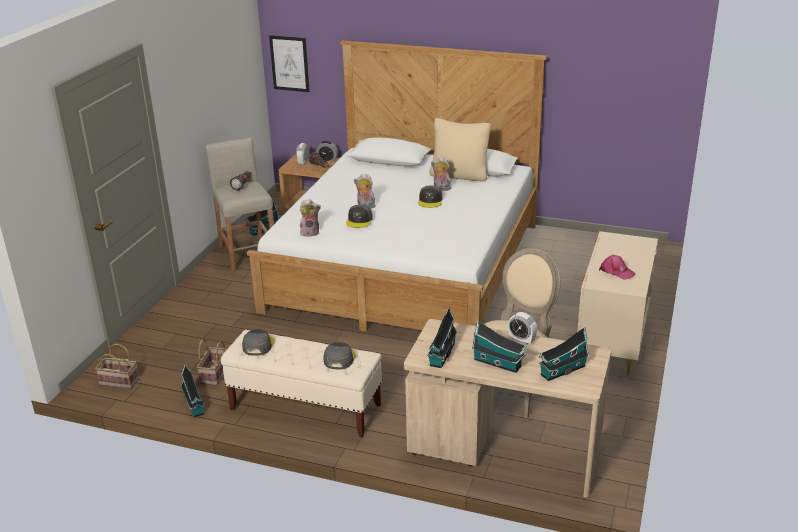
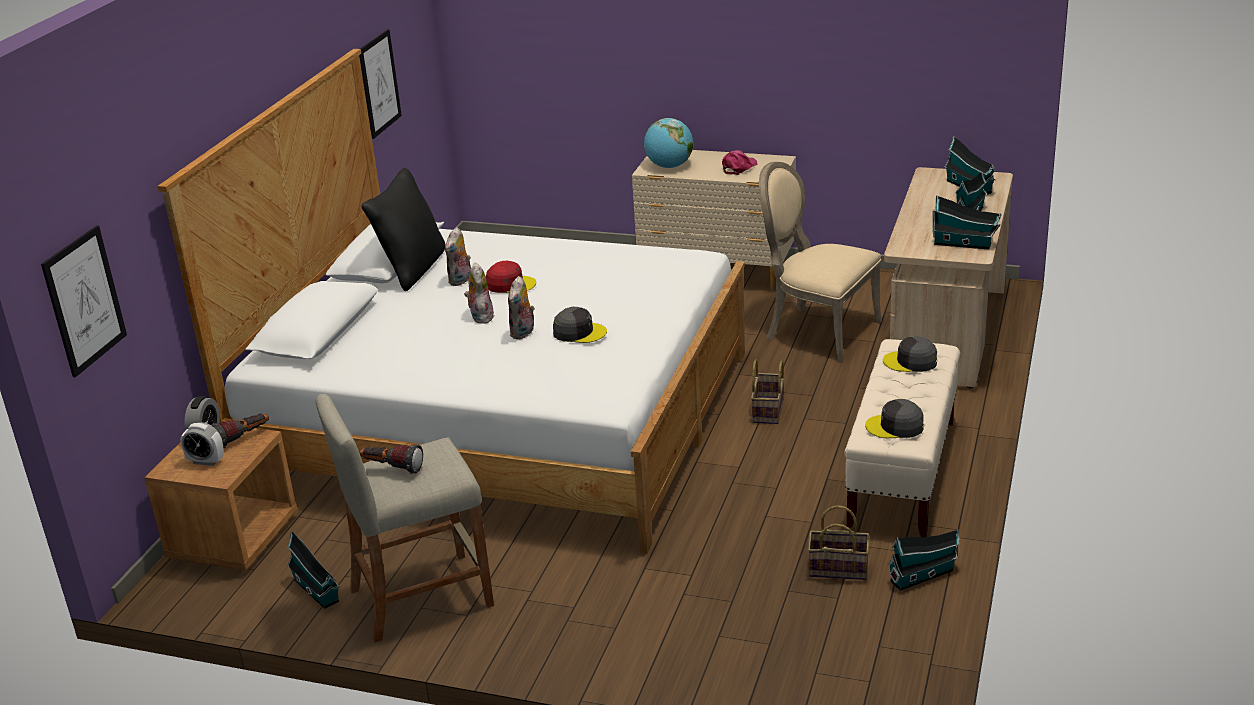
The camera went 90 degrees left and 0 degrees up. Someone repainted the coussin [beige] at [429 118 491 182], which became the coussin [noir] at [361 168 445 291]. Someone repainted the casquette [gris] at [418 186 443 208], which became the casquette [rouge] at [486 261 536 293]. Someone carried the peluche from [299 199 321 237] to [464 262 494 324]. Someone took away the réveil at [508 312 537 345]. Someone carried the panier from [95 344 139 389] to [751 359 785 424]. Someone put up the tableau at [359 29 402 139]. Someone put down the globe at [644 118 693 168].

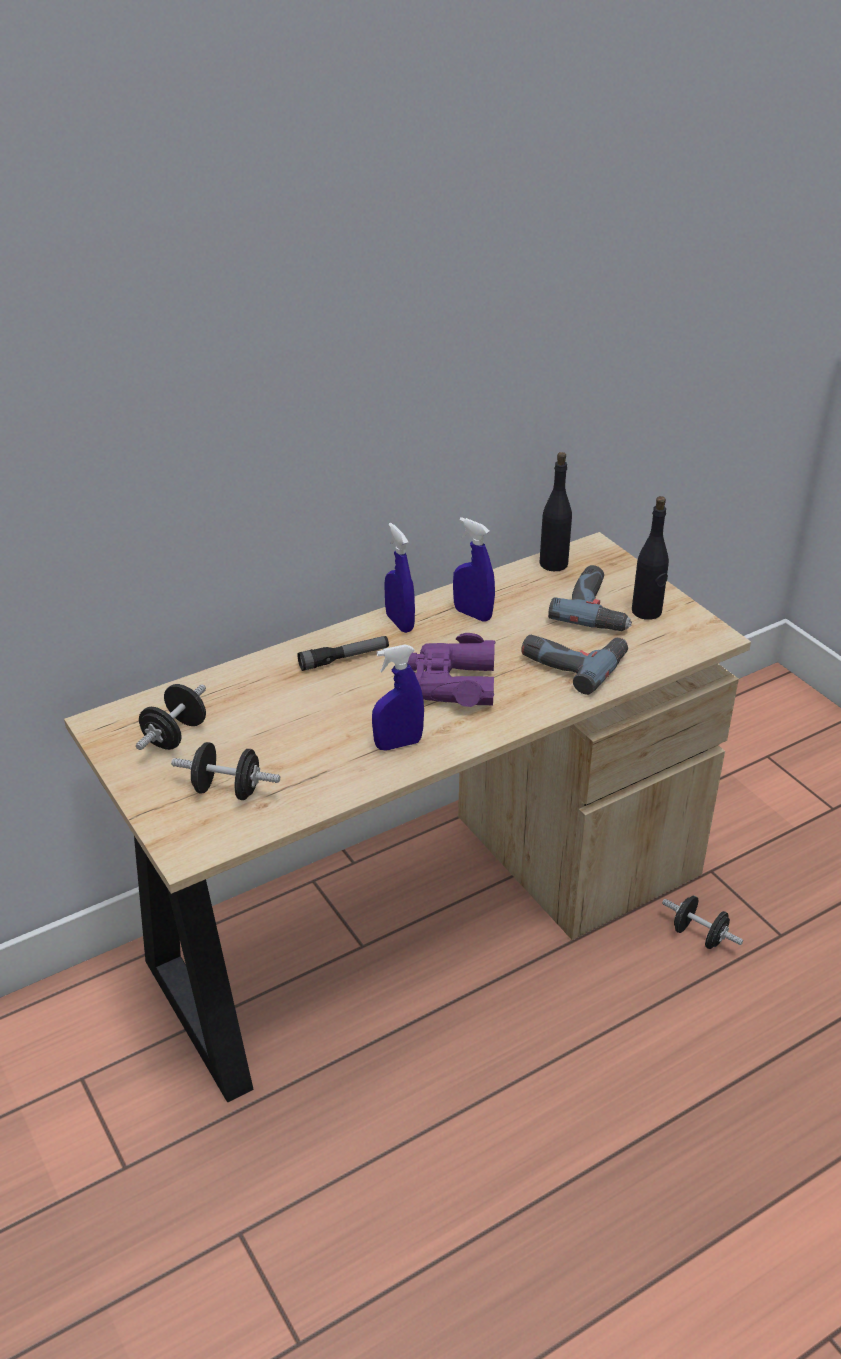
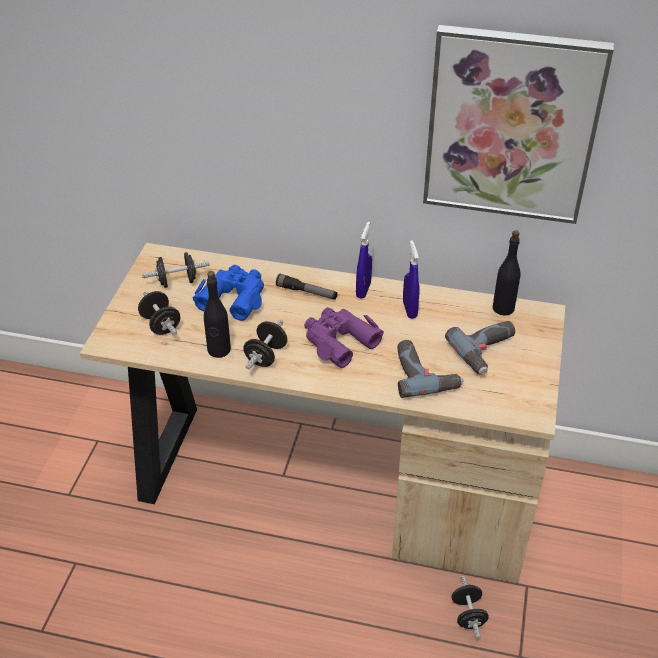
The camera went 45 degrees right and 5 degrees up. Someone carried the bouteille [noir] from [632 496 669 620] to [204 271 231 358]. Someone swapped the vaporisateur [bleu] at [372 644 424 751] for the haltère [noir] at [243 319 287 369]. Someone put up the tableau at [423 25 614 224]. Someone put down the jumelles [bleu] at [193 265 264 321].

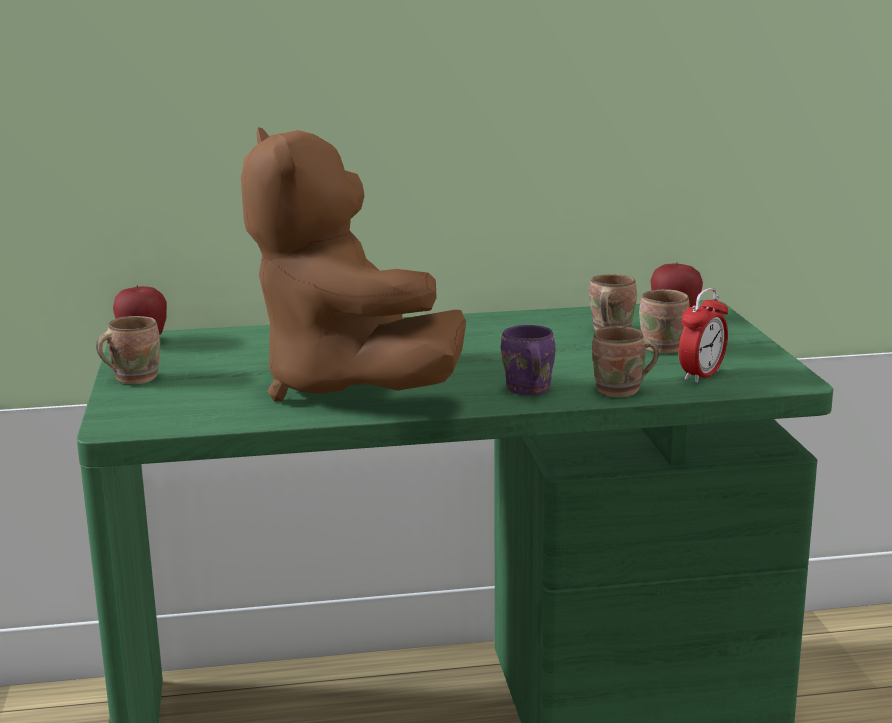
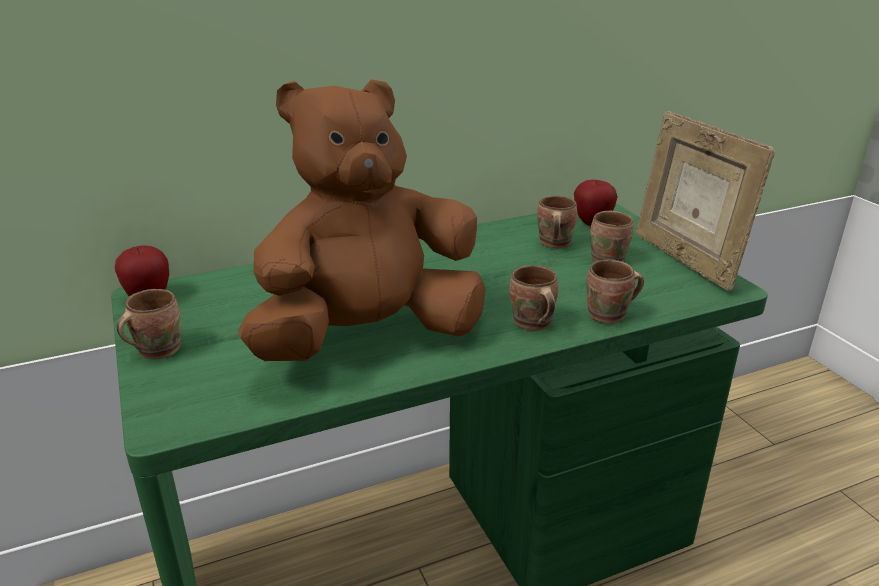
The camera went 15 degrees left and 10 degrees up. Someone rotated the peluche [marron] at [241 127 466 402] by 105 degrees clockwise. Someone took away the réveil at [679 288 728 383]. Someone repainted the mug [violet] at [501 325 555 395], which became the mug [marron] at [510 265 558 331]. Someone put down the cadre photo at [636 111 775 290].

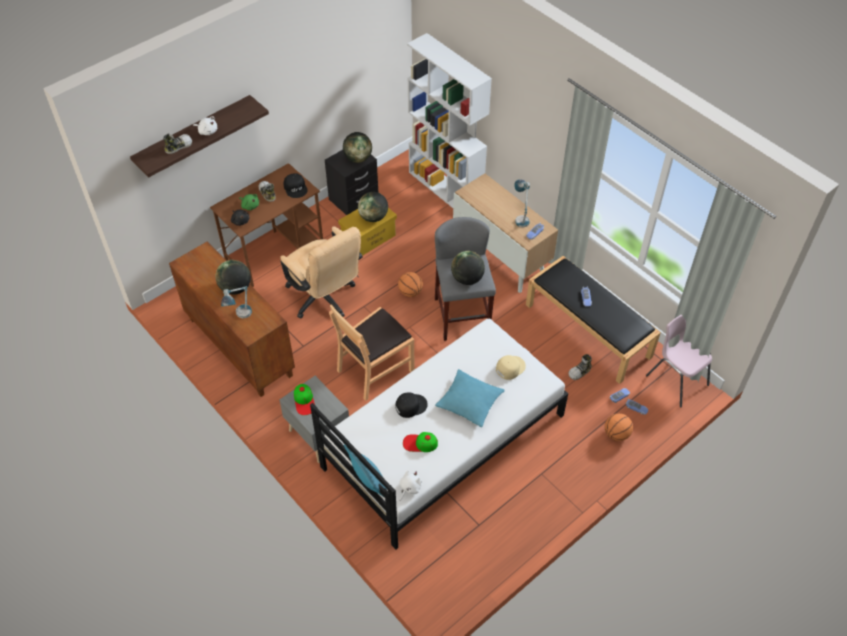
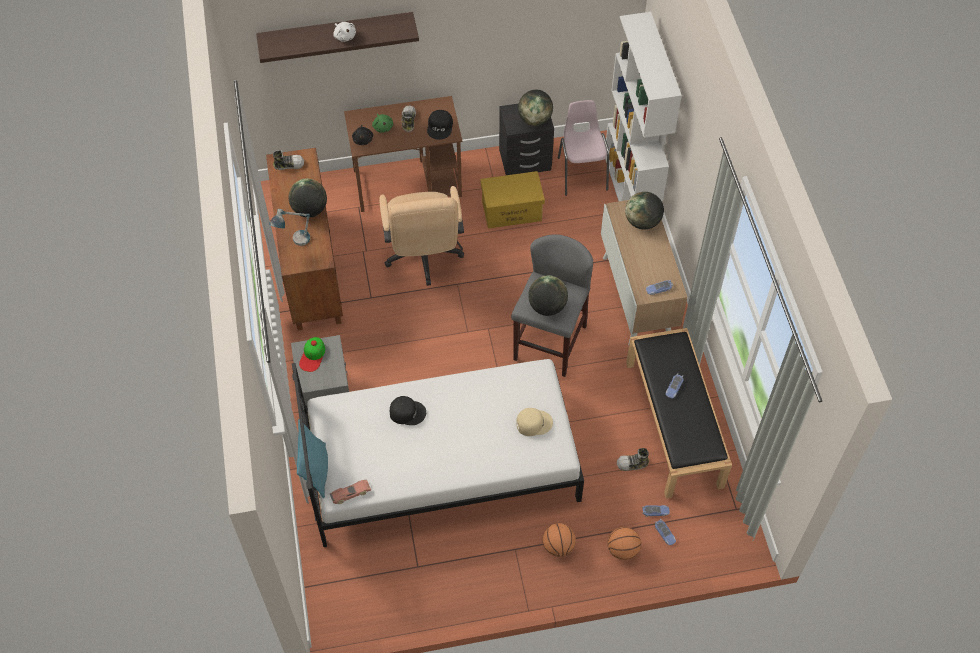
The camera went 30 degrees right and 5 degrees up. Someone carried the chaussure from [163 133 192 154] to [273 150 304 170]. Someone took away the lampe de table at [514 179 530 227]. Someone carried the globe from [358 192 388 222] to [625 192 664 229]. Someone carried the ballon de basket from [398 272 423 297] to [542 523 576 557]. Someone took away the chaise [marron] at [329 304 415 401]. Someone carried the chaise [rose] from [646 315 712 407] to [558 100 610 196]. Someone took away the coussin [turquoise] at [435 369 505 427]. Someone took away the casquette at [403 432 438 452]. Someone swapped the peluche [blanc] at [400 470 422 501] for the petite voiture at [330 480 371 504].

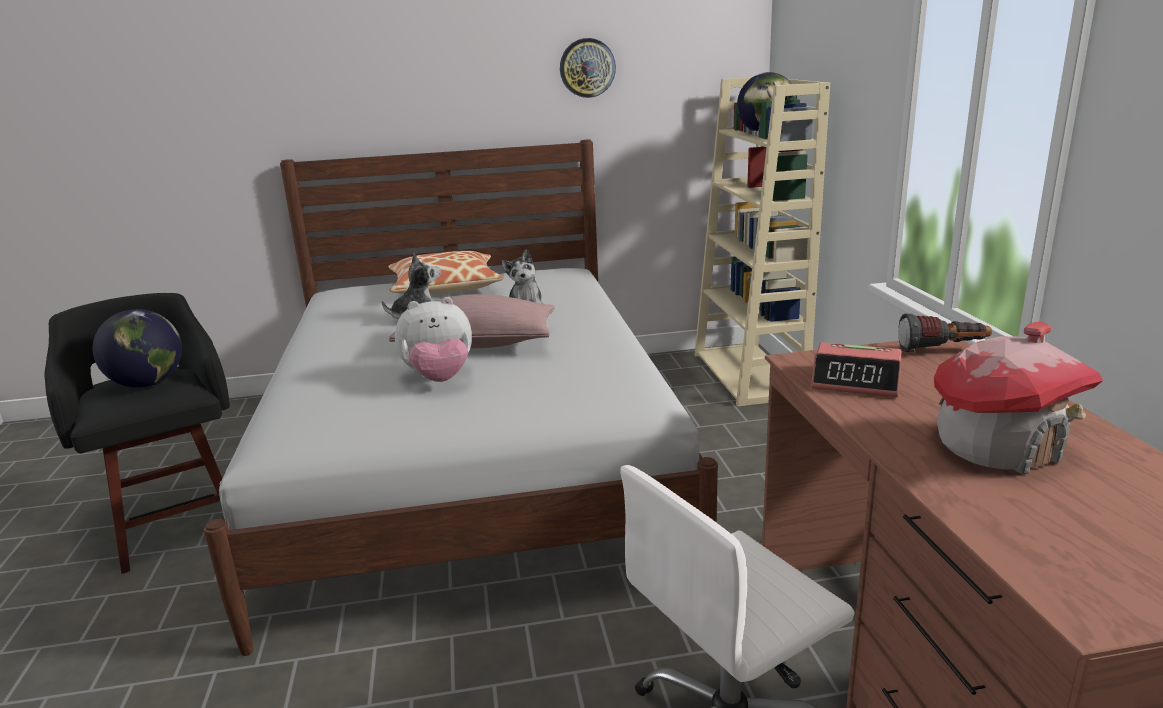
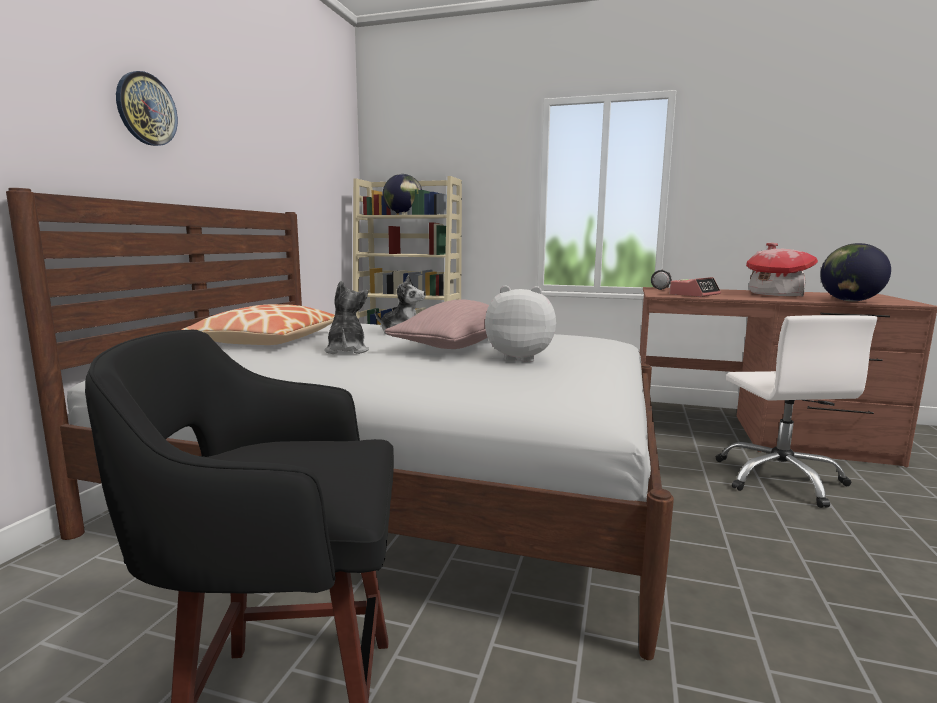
The camera went 65 degrees left and 10 degrees down. Someone carried the horloge murale from [560 38 616 98] to [116 71 178 146]. Someone rotated the peluche at [395 297 472 382] by 90 degrees counterclockwise. Someone carried the globe from [93 309 182 388] to [820 243 891 301].

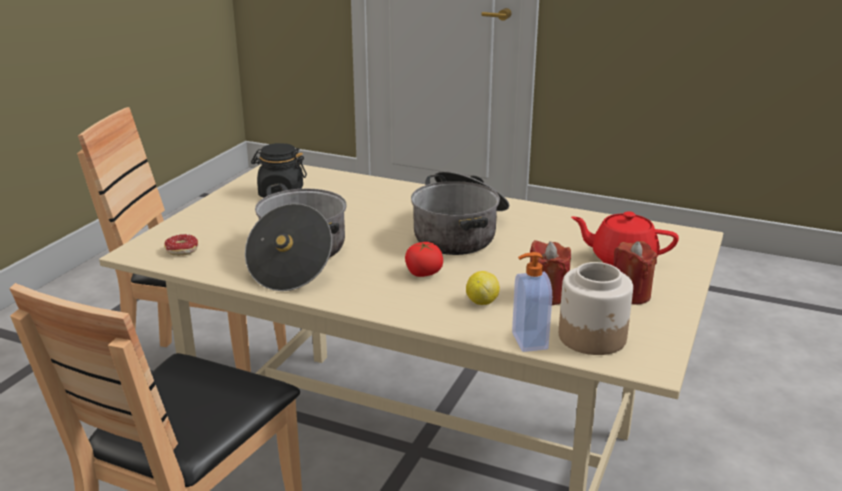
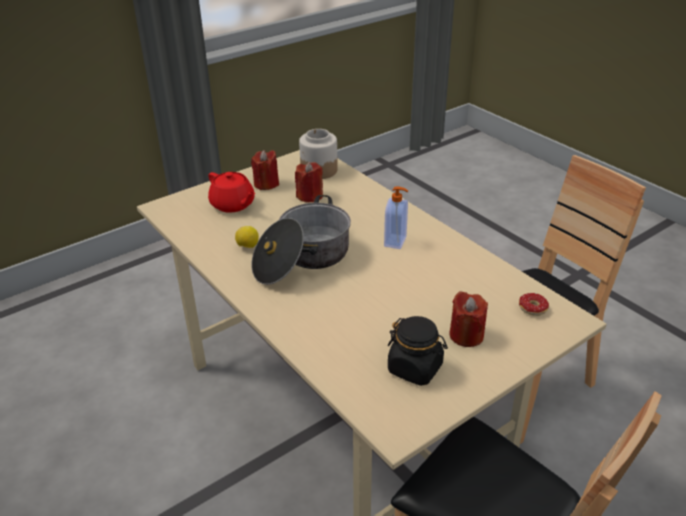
The camera went 150 degrees left and 10 degrees up. Someone took away the marmite at [245 183 346 291]. Someone took away the tomate at [405 242 443 277]. Someone carried the distributeur de savon from [512 252 552 352] to [384 186 408 249]. Someone carried the citron from [466 271 500 305] to [235 226 259 248]. Someone put down the bougie [rouge] at [449 291 488 347].

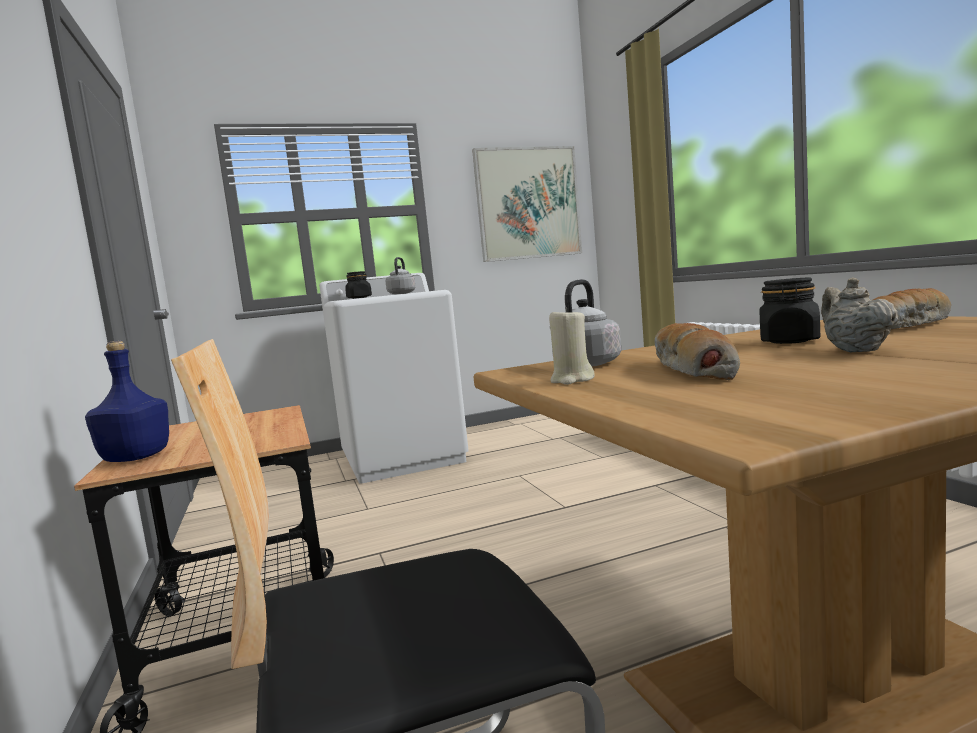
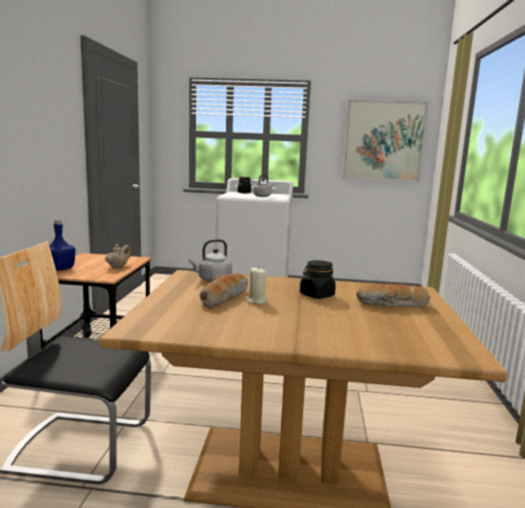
The camera went 25 degrees right and 5 degrees up. Someone carried the théière [beige] from [821 277 899 352] to [105 244 131 269]. Someone carried the bougie [beige] from [549 307 595 385] to [246 267 268 304].

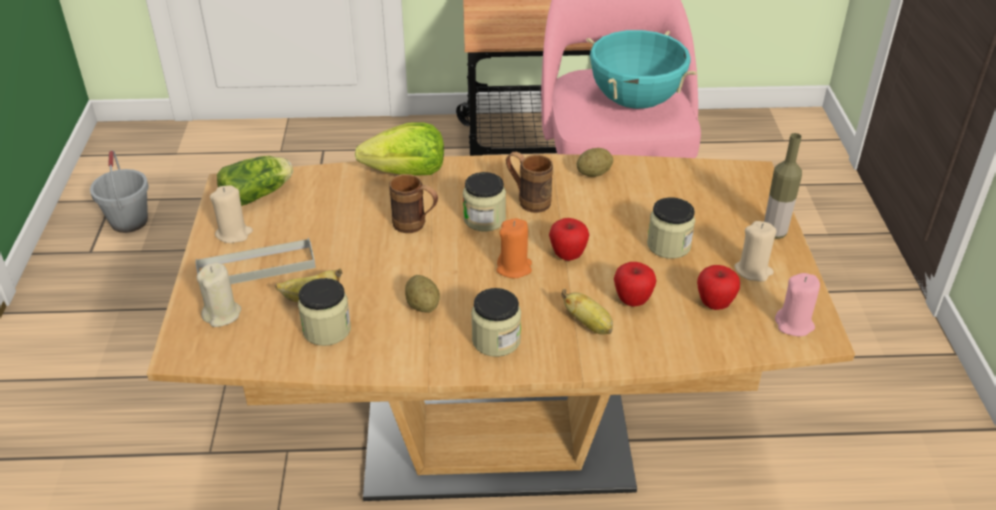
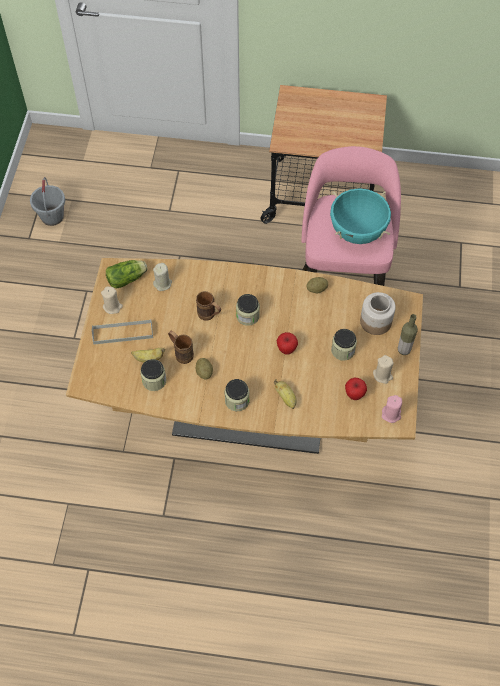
The camera went 10 degrees right and 20 degrees up. Someone took away the laitue at [355 122 444 176]. Someone carried the mug [marron] from [506 152 553 213] to [168 331 194 364]. Someone took away the bougie [orange] at [496 218 532 278]. Someone carried the bougie [beige] from [197 262 241 327] to [153 263 172 291]. Someone took away the pomme at [614 262 657 307]. Someone put down the bocal at [360 292 396 335].

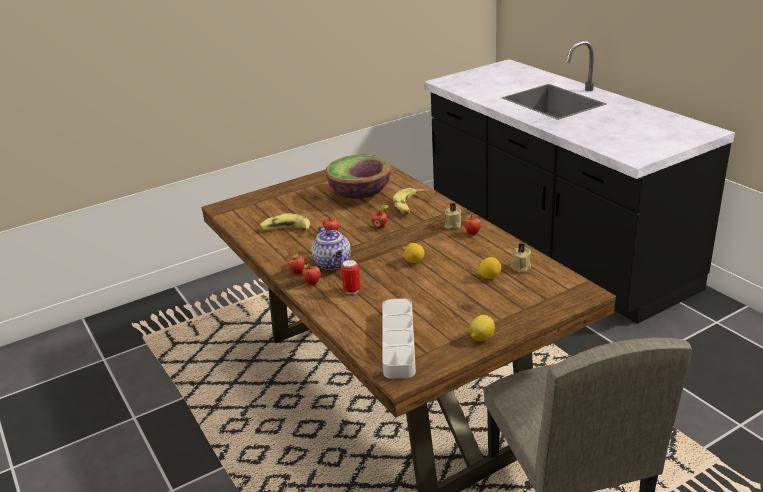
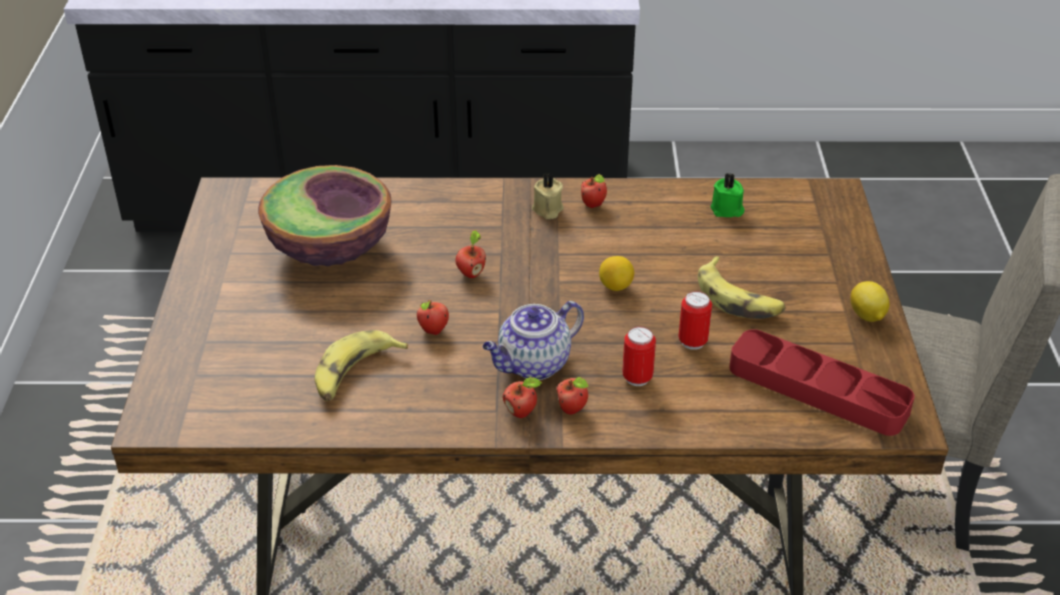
The camera went 60 degrees left and 10 degrees up. Someone carried the banane from [393 188 424 215] to [698 256 786 319]. Someone rotated the théière at [311 226 351 270] by 135 degrees clockwise. Someone repainted the bougie [beige] at [511 243 531 273], which became the bougie [vert] at [711 174 745 217]. Someone took away the citron at [478 257 501 279]. Someone repainted the plateau [gris] at [382 299 416 379], which became the plateau [rouge] at [729 329 915 436]. Someone put down the boîte métallique at [678 291 712 350].

